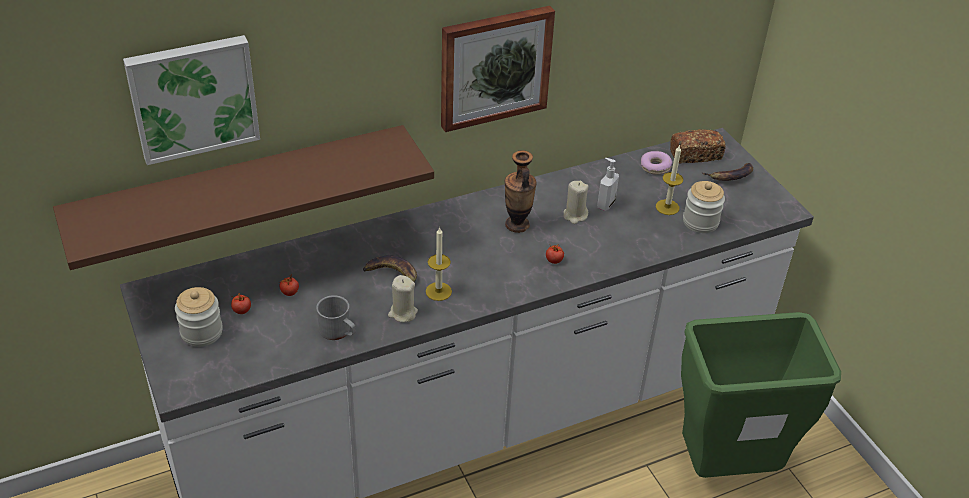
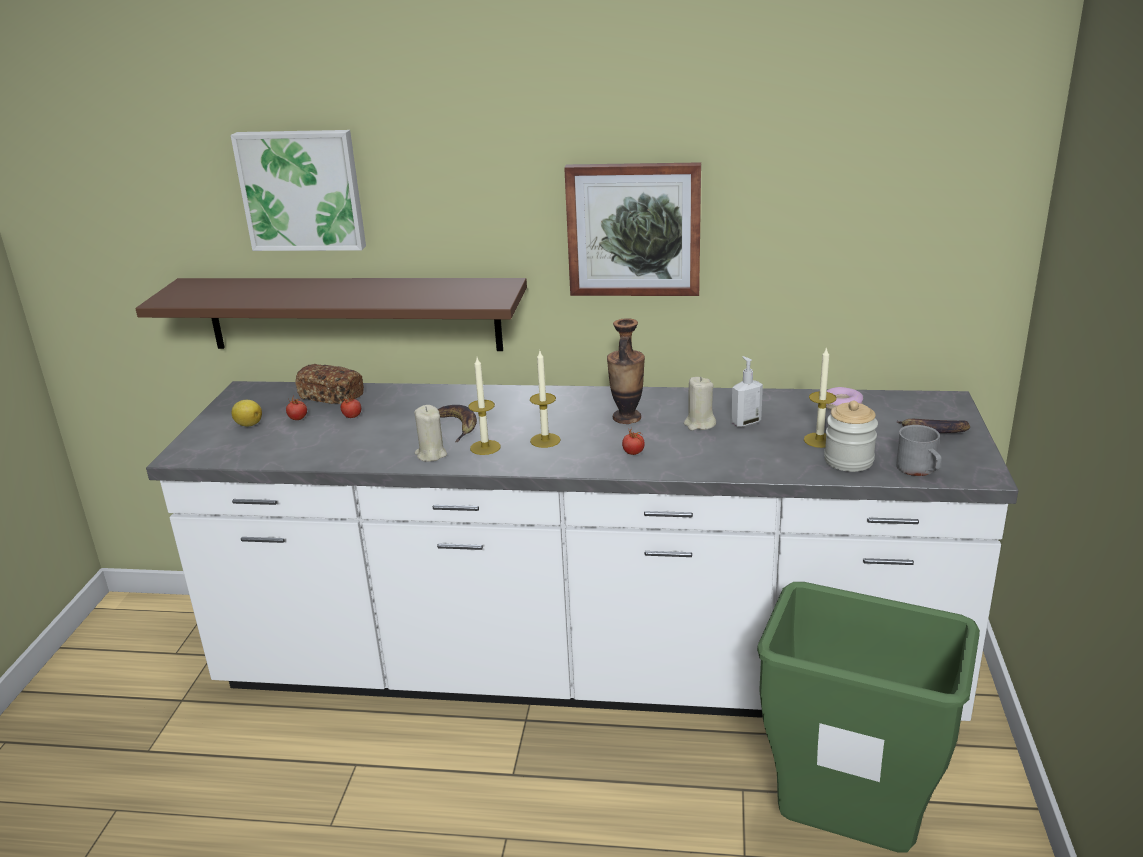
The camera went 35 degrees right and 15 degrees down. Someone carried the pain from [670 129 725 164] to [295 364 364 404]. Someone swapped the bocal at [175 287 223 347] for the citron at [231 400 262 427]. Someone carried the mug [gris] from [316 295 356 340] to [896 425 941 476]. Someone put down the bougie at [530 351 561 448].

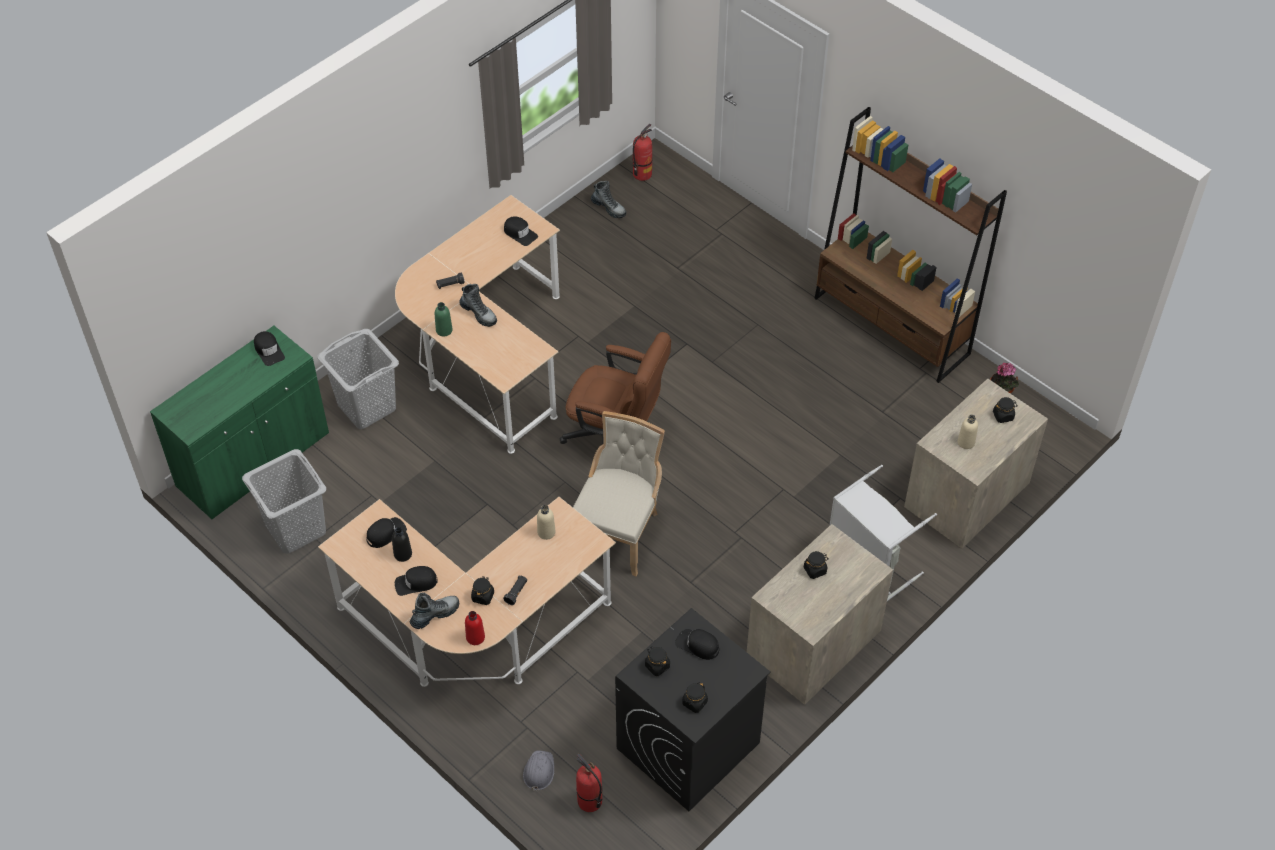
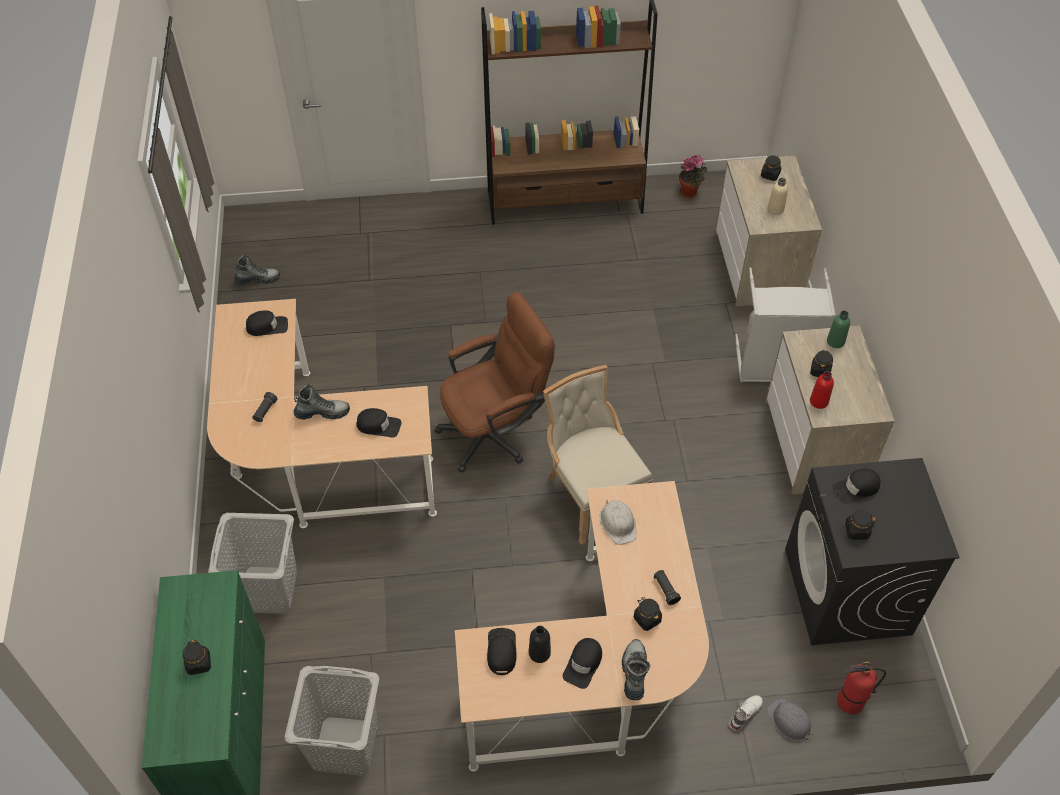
The camera went 50 degrees left and 0 degrees up. Someone took away the extincteur at [633 124 653 181]. Someone carried the bouteille [vert] from [435 302 453 337] to [827 311 850 348]. Someone carried the casquette [noir] from [254 331 285 366] to [356 408 401 438]. Someone swapped the bouteille [beige] at [537 505 556 540] for the casque de chantier [blanc] at [599 500 636 545]. Someone carried the bouteille [rouge] from [465 611 485 645] to [810 371 834 409]. Someone carried the bocal [noir] from [682 682 708 713] to [183 640 211 675]. Someone put down the chaussure [blanc] at [729 695 763 730].

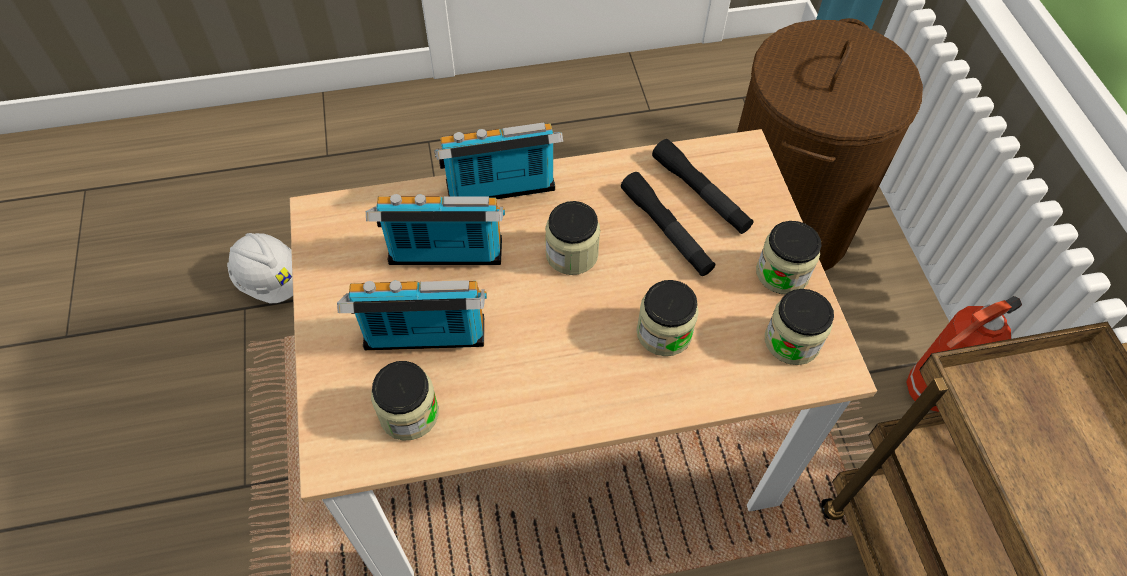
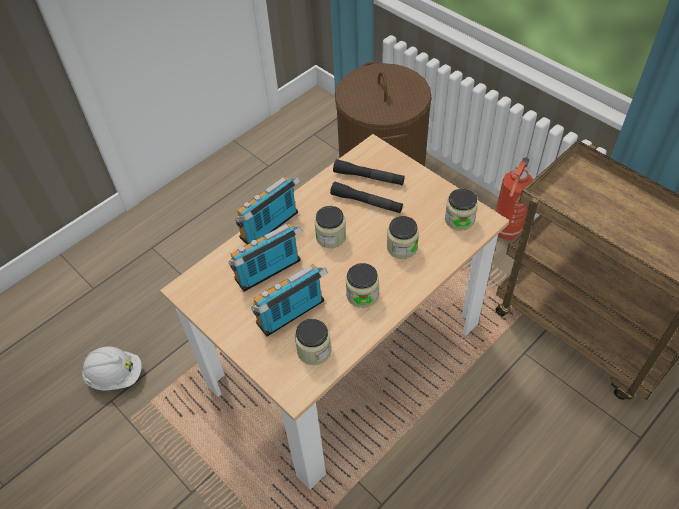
The camera went 30 degrees left and 5 degrees down. Someone carried the bocal from [756 221 822 294] to [346 263 379 308].

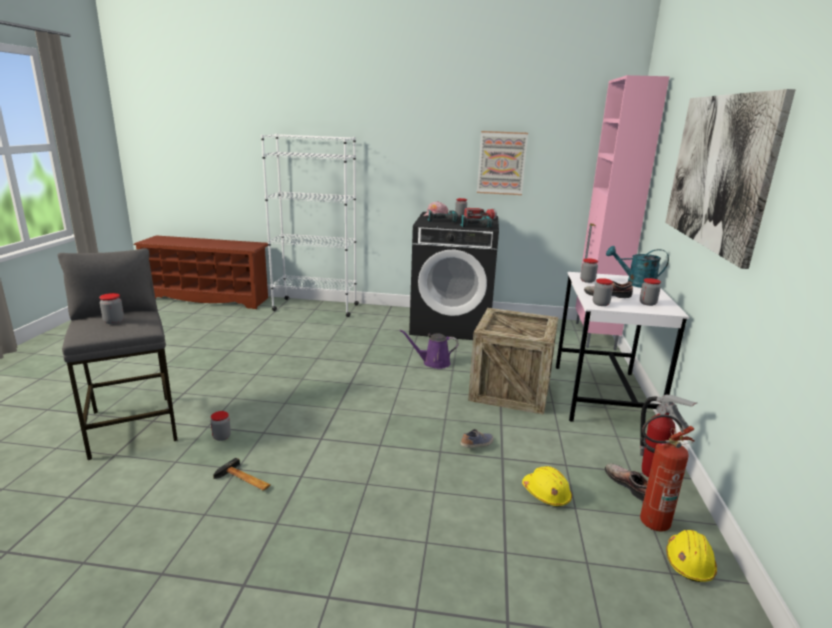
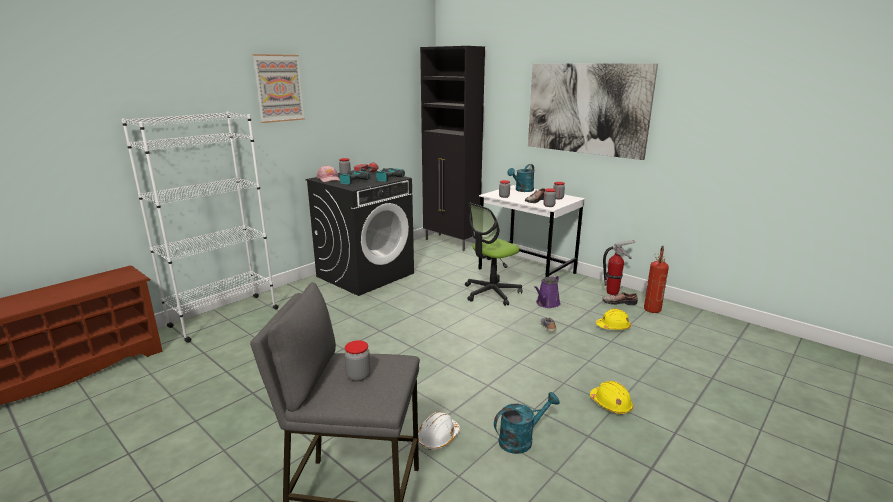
The camera went 55 degrees left and 0 degrees up. Someone repainted the meuble de rangement [rose] at [575 75 670 350], which became the meuble de rangement [noir] at [420 46 485 251]. Someone carried the tableau from [477 131 528 195] to [253 54 305 123]. Someone swapped the caisse at [468 308 558 415] for the chaise de bureau at [465 203 523 306]. Someone carried the arrosoir [violet] from [400 330 458 369] to [534 275 561 308]. Someone swapped the bocal at [211 411 231 441] for the casque de chantier [blanc] at [418 412 460 450]. Someone swapped the marteau at [213 457 271 491] for the arrosoir [turquoise] at [494 392 560 454]. Someone carried the casque de chantier [jaune] from [666 530 717 582] to [590 381 633 414].

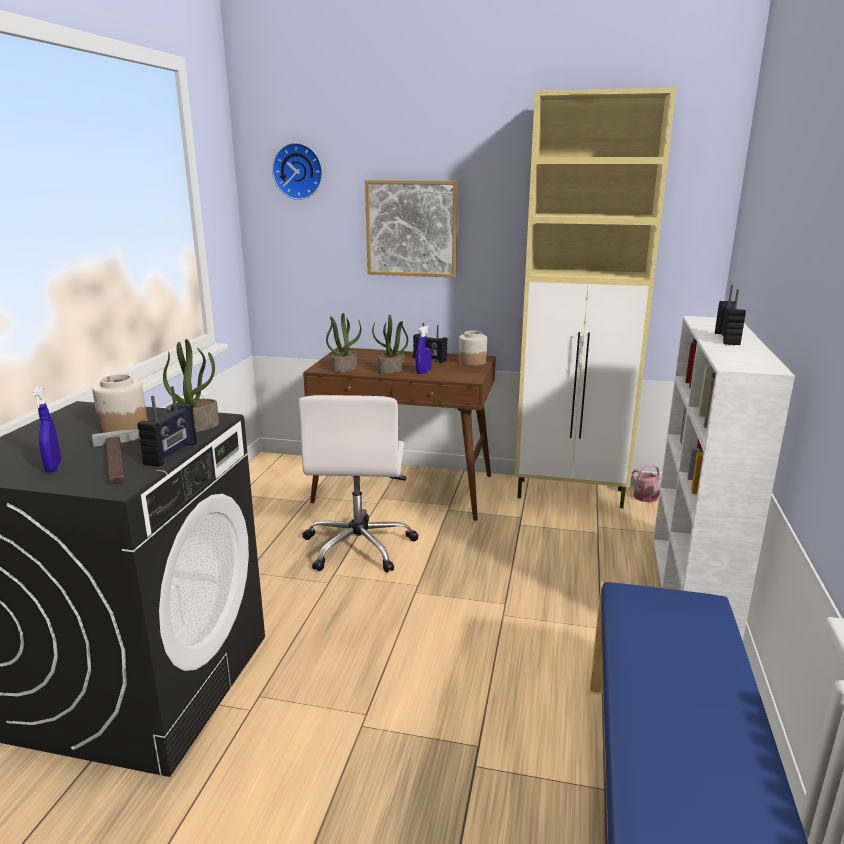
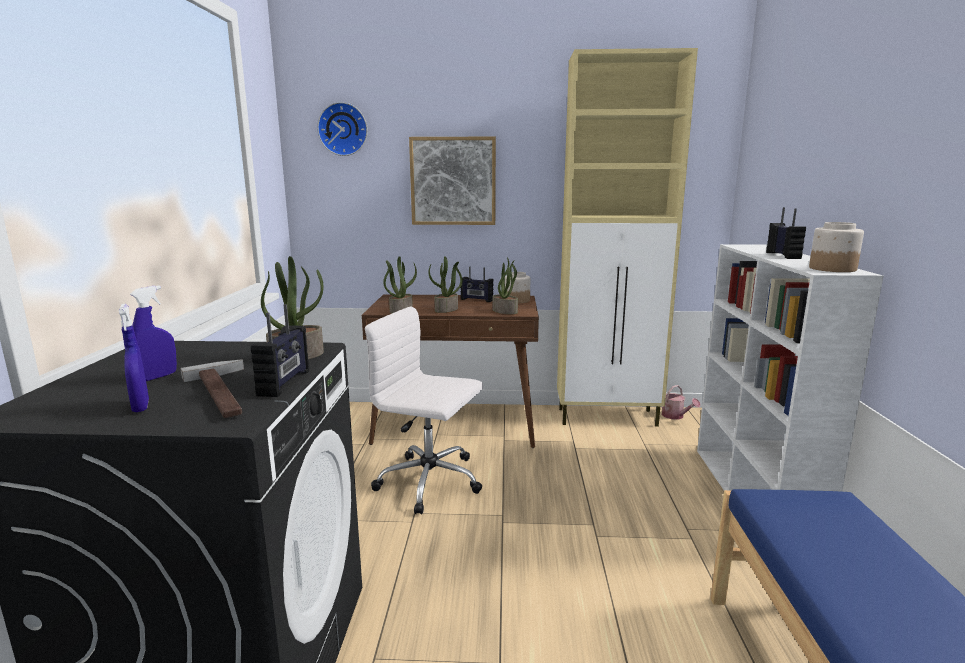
The camera went 10 degrees left and 5 degrees down. Someone carried the vaporisateur [bleu] from [416 325 432 374] to [130 285 177 381]. Someone carried the bocal from [92 374 148 432] to [809 222 864 272]. Someone rotated the chaise de bureau [blanc] at [298 395 419 573] by 120 degrees clockwise. Someone put down the plante en pot at [493 257 518 314].

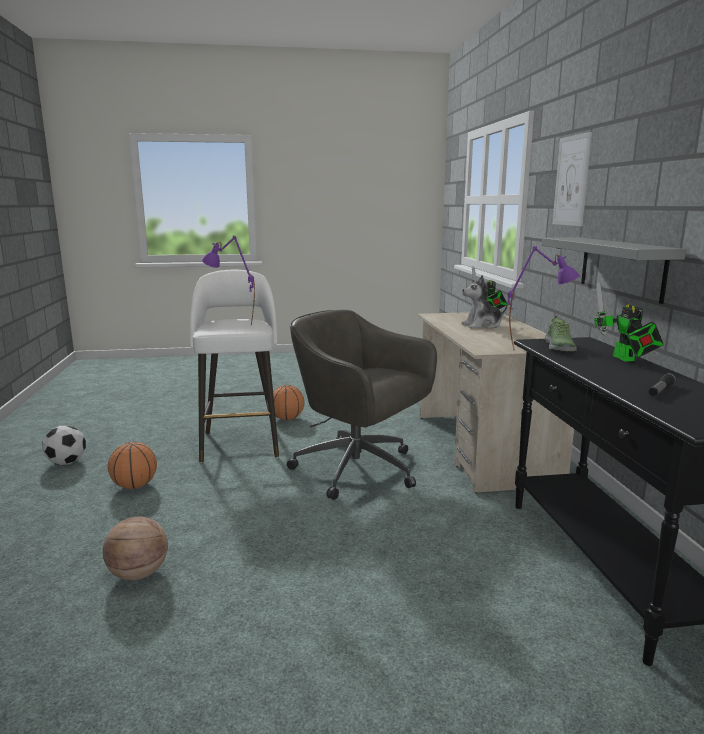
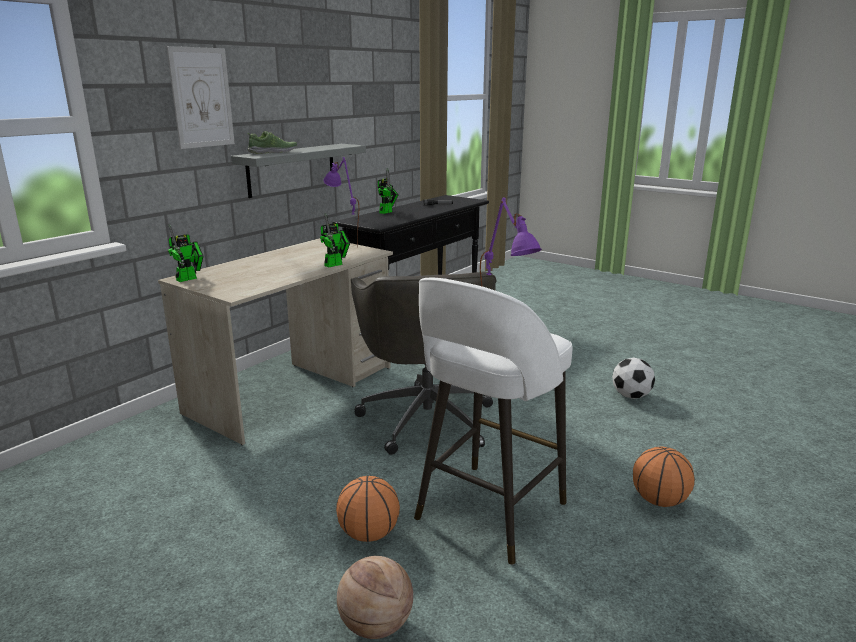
The camera went 135 degrees left and 5 degrees up. Someone took away the peluche at [461 275 508 329]. Someone carried the chaussure from [545 316 577 351] to [248 131 297 154]. Someone carried the ballon de foot from [42 425 86 465] to [612 358 655 399]. Someone carried the ballon de basket from [103 517 168 580] to [337 556 413 639]. Someone put down the robot jouet at [320 213 350 267].

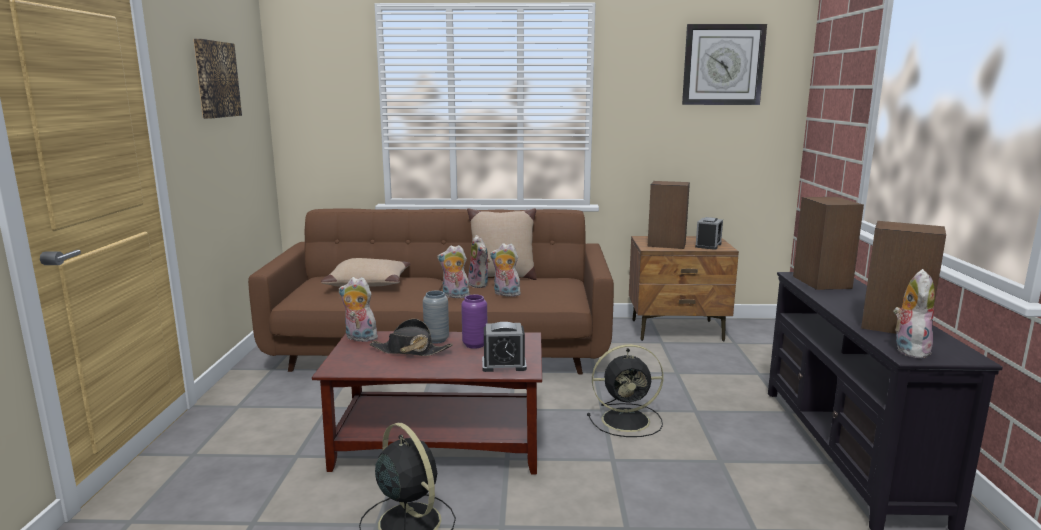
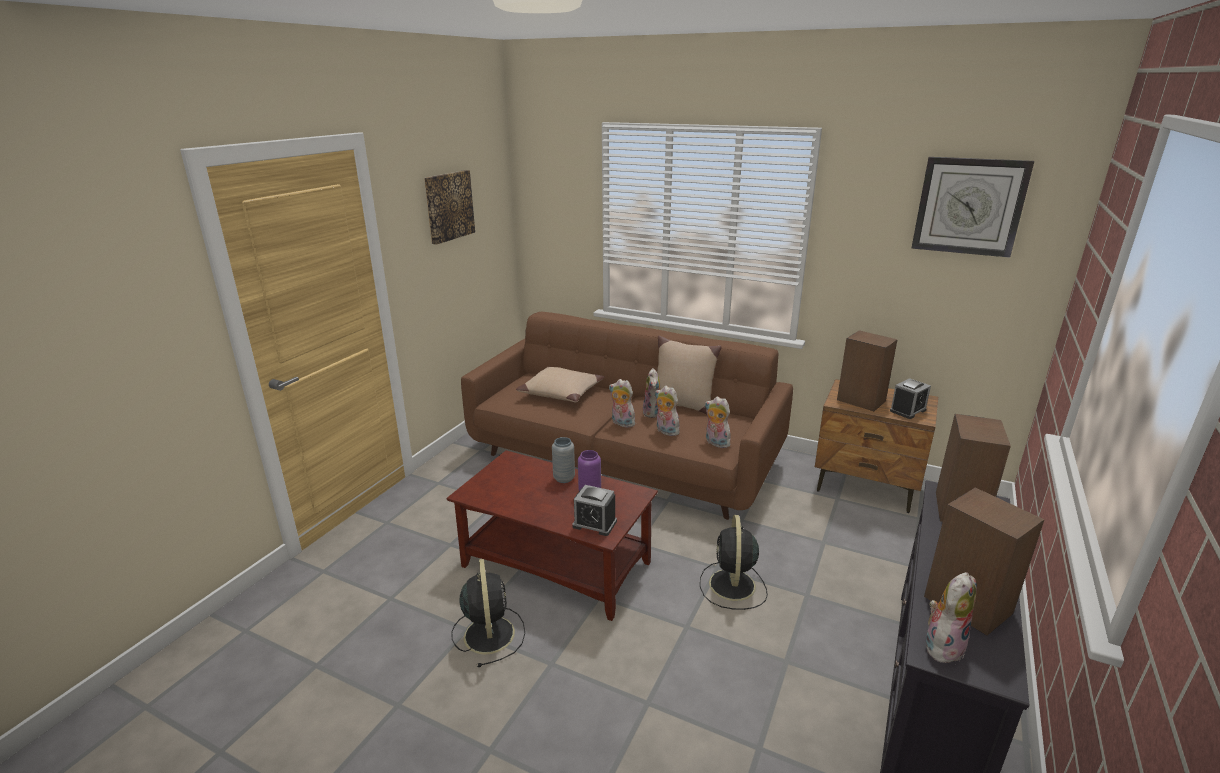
The camera went 25 degrees right and 10 degrees up. Someone carried the peluche from [339 277 378 342] to [705 396 732 448]. Someone took away the chapeau [noir] at [369 319 453 356]. Someone rotated the ventilateur [noir] at [587 344 664 437] by 75 degrees clockwise.

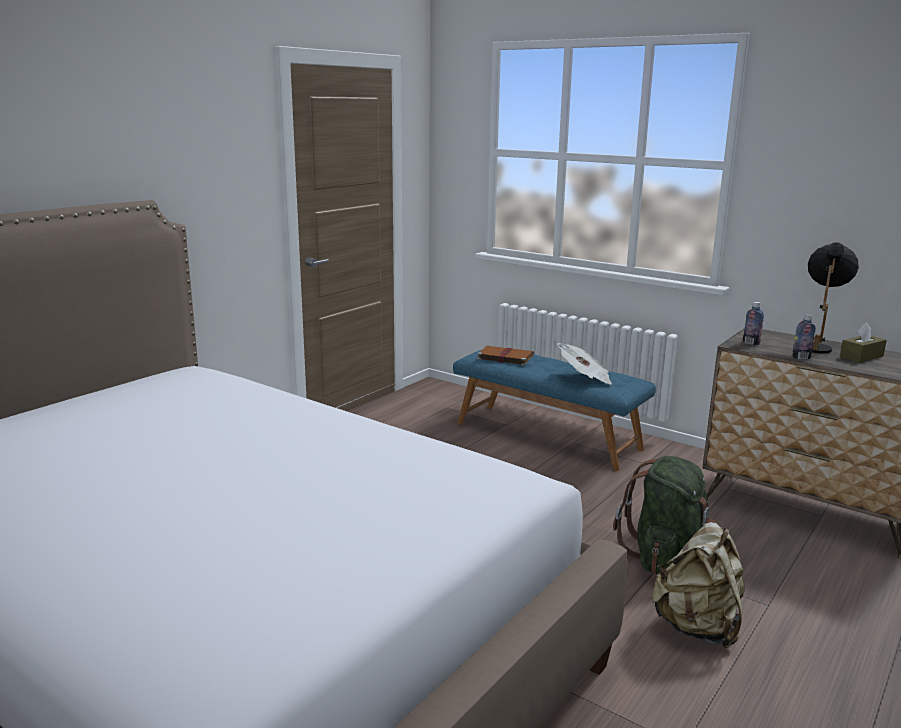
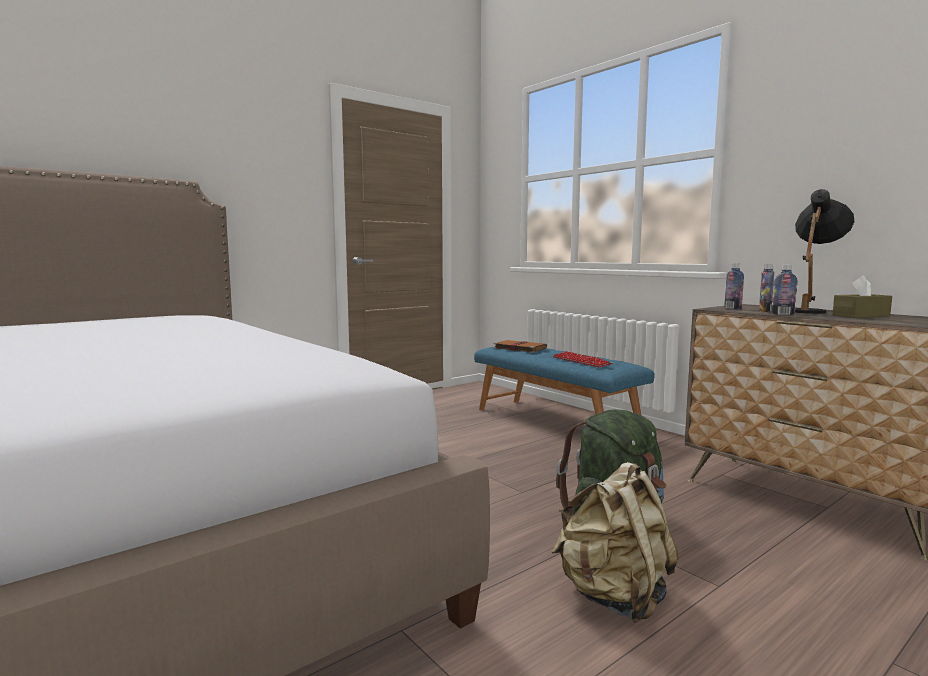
The camera went 15 degrees right and 10 degrees down. Someone swapped the journal at [557 343 612 385] for the clavier at [553 351 613 368]. Someone put down the bouteille at [759 264 775 312].

